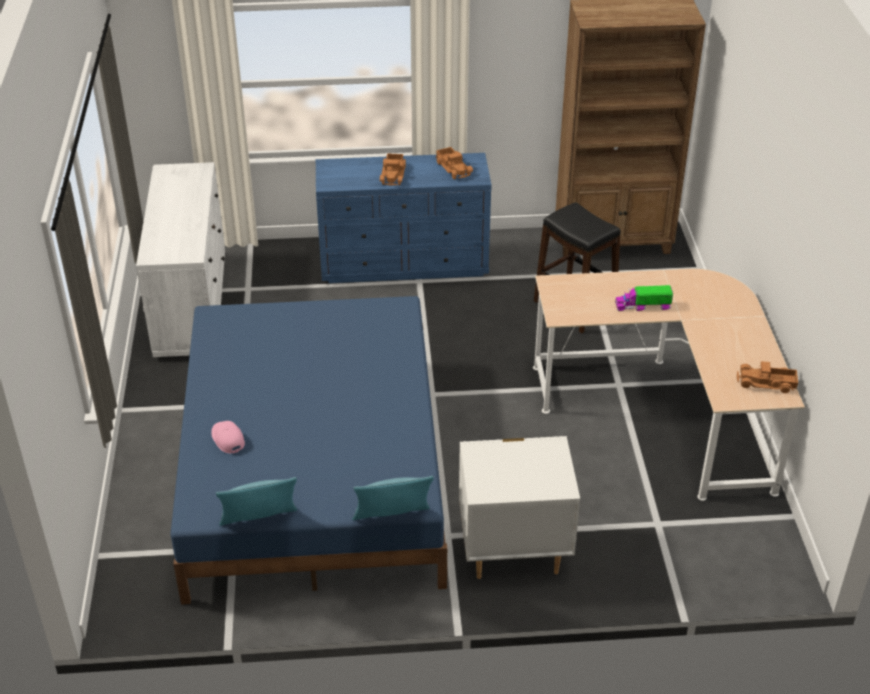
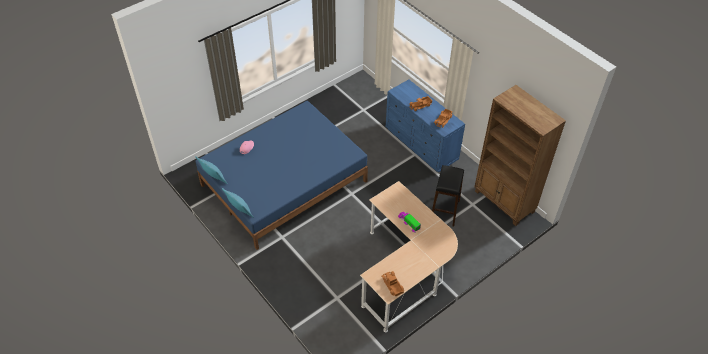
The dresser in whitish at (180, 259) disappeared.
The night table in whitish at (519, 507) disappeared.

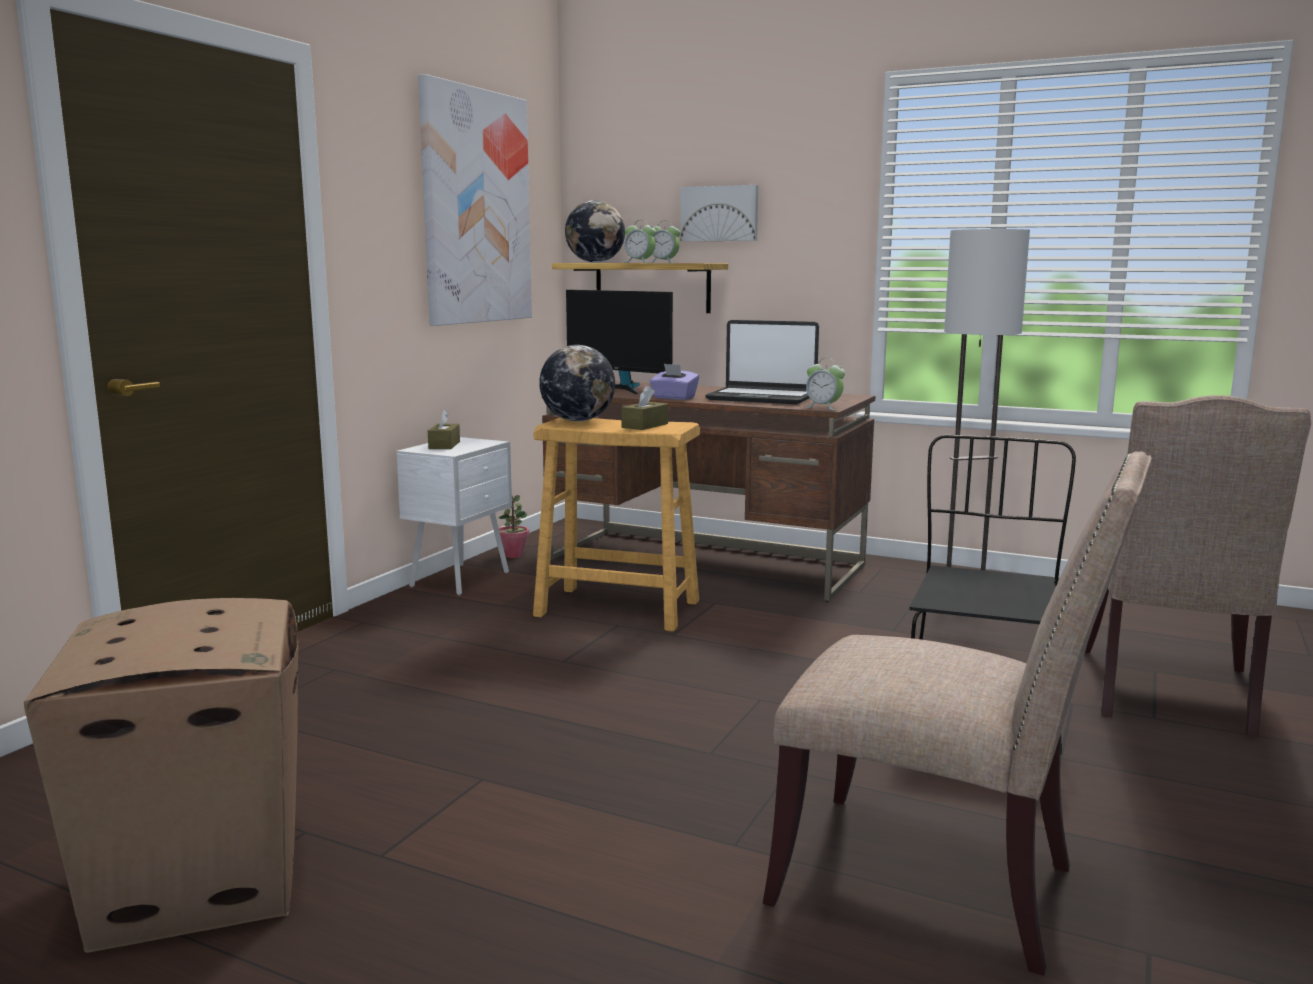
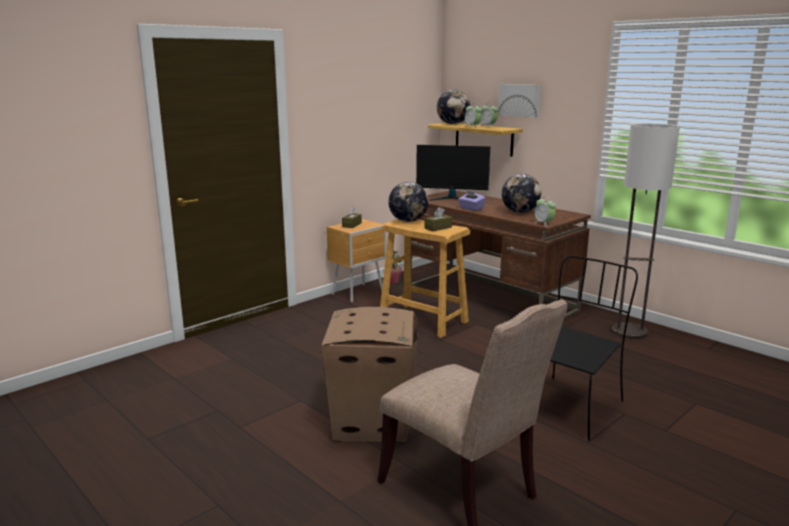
The wall picture at (475, 200) disappeared.
The monitor at (619, 342) turned 45 degrees counterclockwise.
The portable computer at (762, 362) was replaced by the globe at (521, 193).
The chair in sand-coloured at (1198, 566) disappeared.
The night table in whitish at (454, 516) became the night table in brown-coloured at (357, 261).
The packing box moved from (161, 775) to (370, 374).

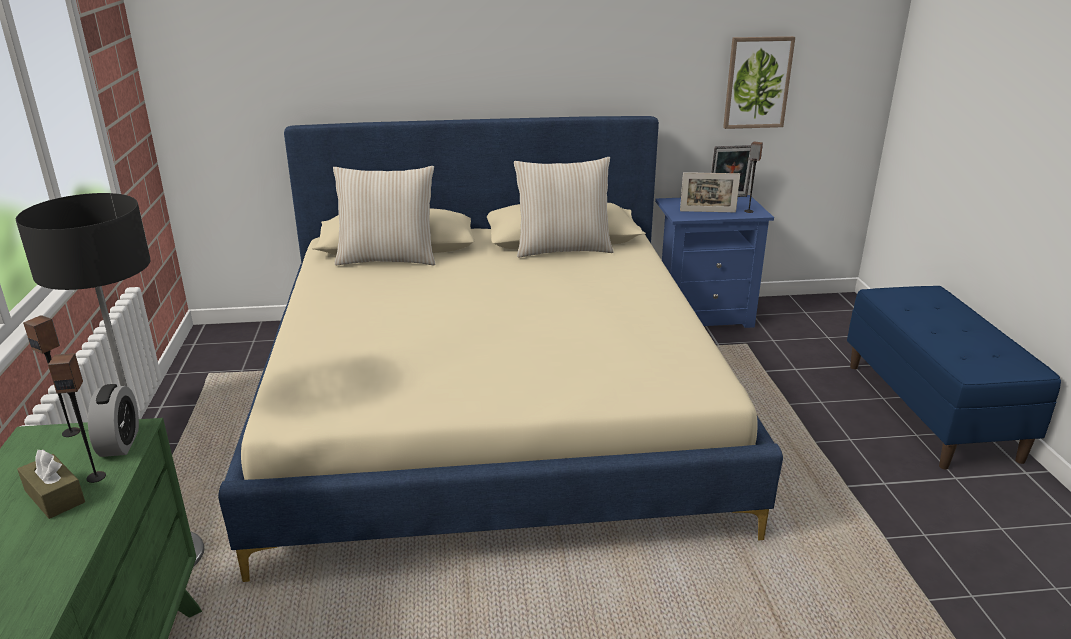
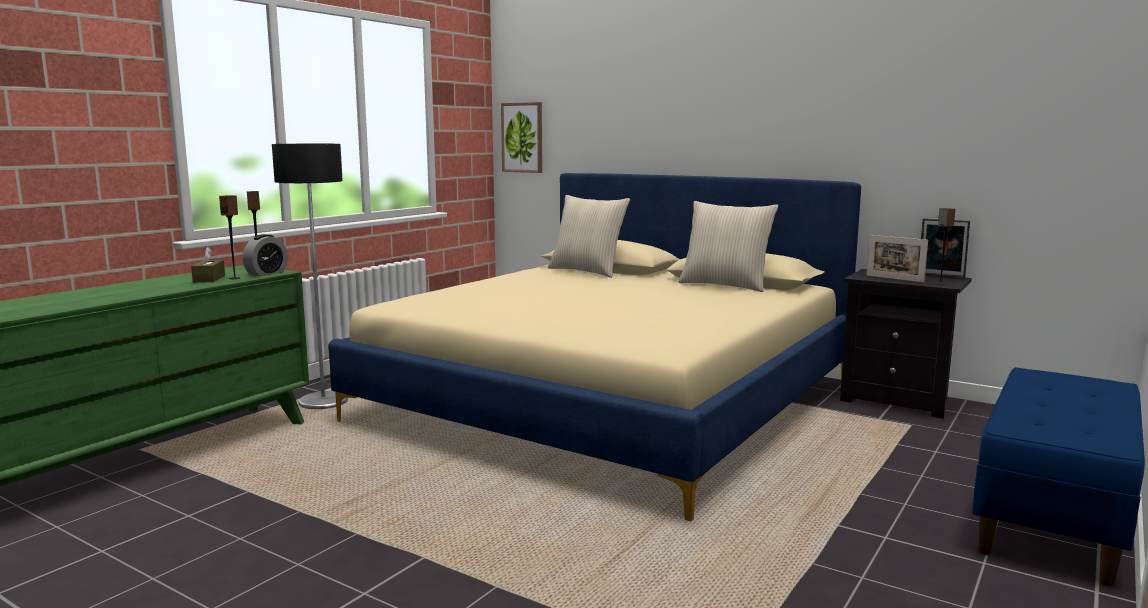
The wall picture moved from (759, 82) to (521, 137).
The night table in blue at (714, 261) became the night table in black at (906, 344).

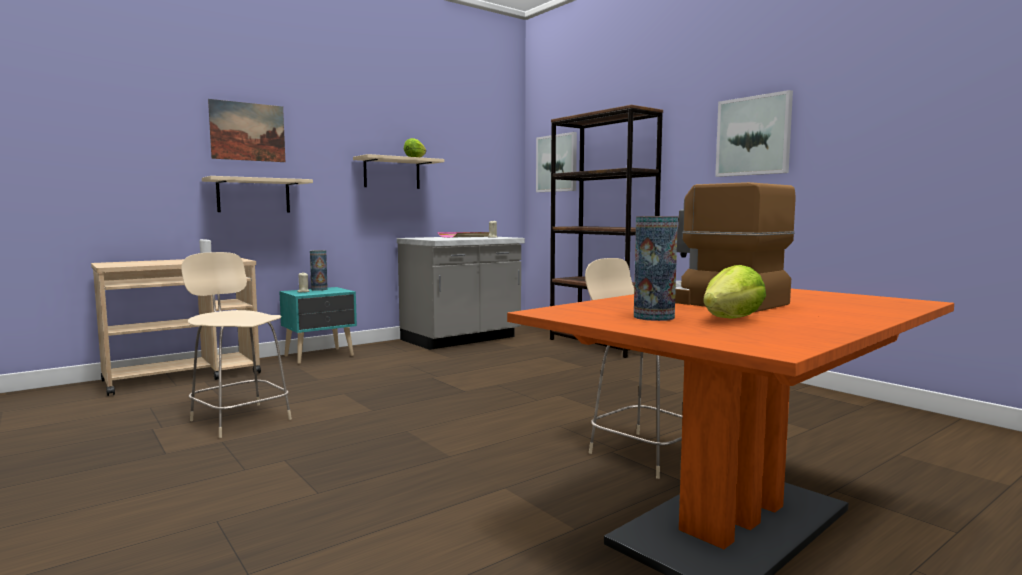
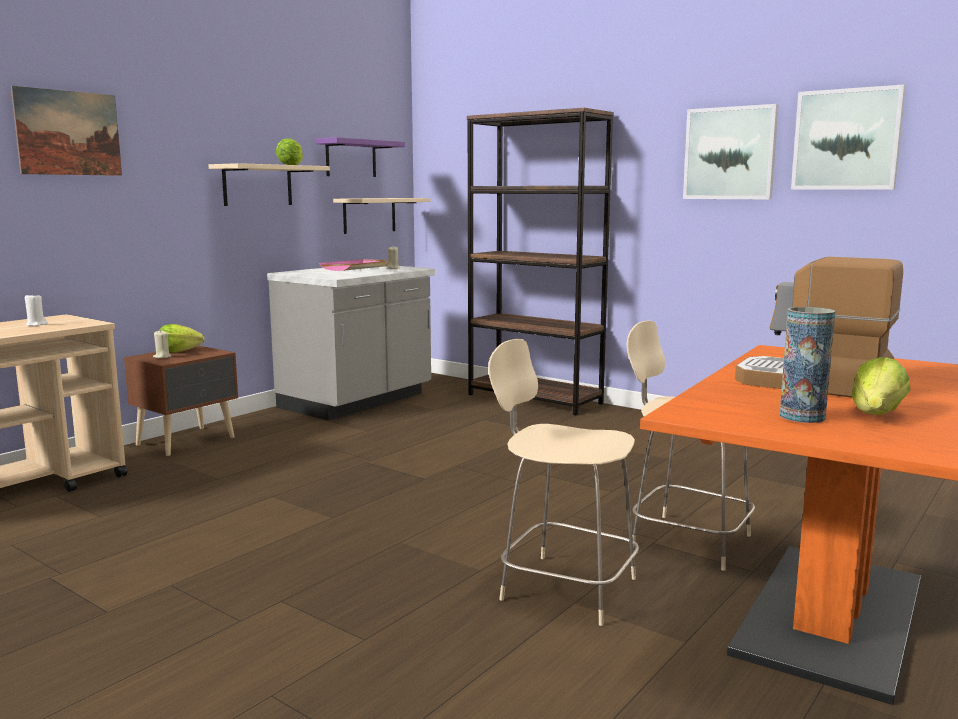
The wall picture moved from (556, 162) to (848, 137).
The shelf in sand-coloured moved from (257, 194) to (381, 216).
The flower vase at (319, 270) was replaced by the lettuce head at (182, 338).
The chair in sand-coloured moved from (236, 345) to (563, 482).
The night table in blue-green at (318, 325) became the night table in brown-coloured at (181, 400).
The shelf in purplish at (360, 157) appeared.

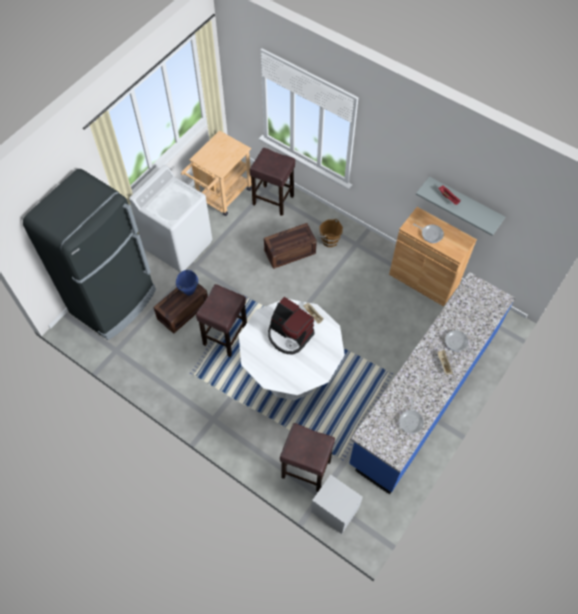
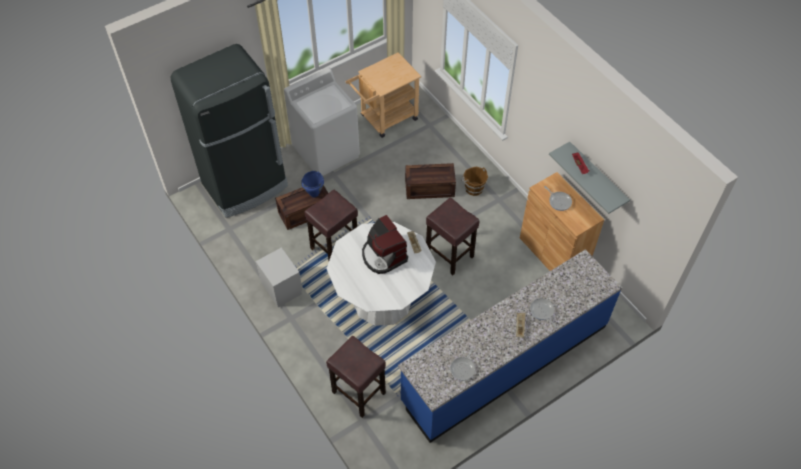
The stool seat in brown-coloured moved from (272, 182) to (453, 236).
The night table in greyish moved from (337, 504) to (279, 277).

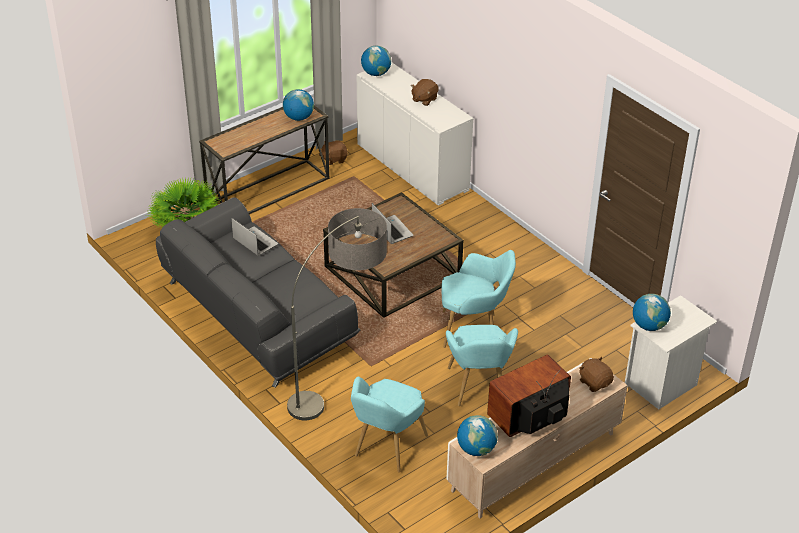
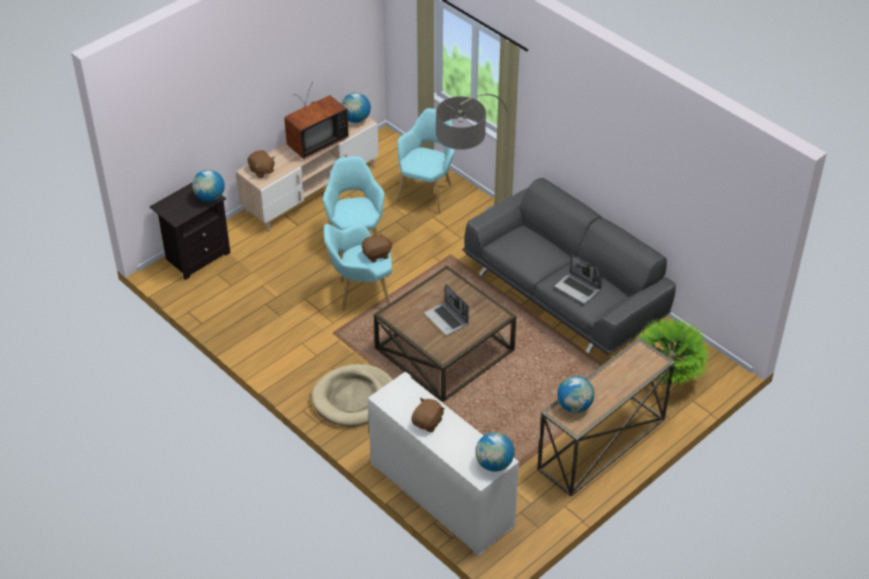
The plush toy in brown-coloured moved from (333, 153) to (377, 247).
The night table in whitish at (671, 352) became the night table in black at (190, 231).
The pet bed in sand-coloured at (352, 395) appeared.

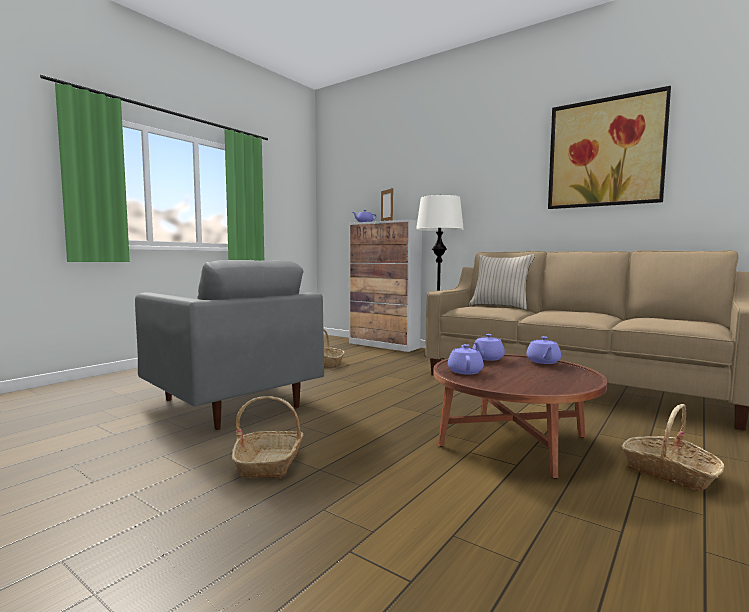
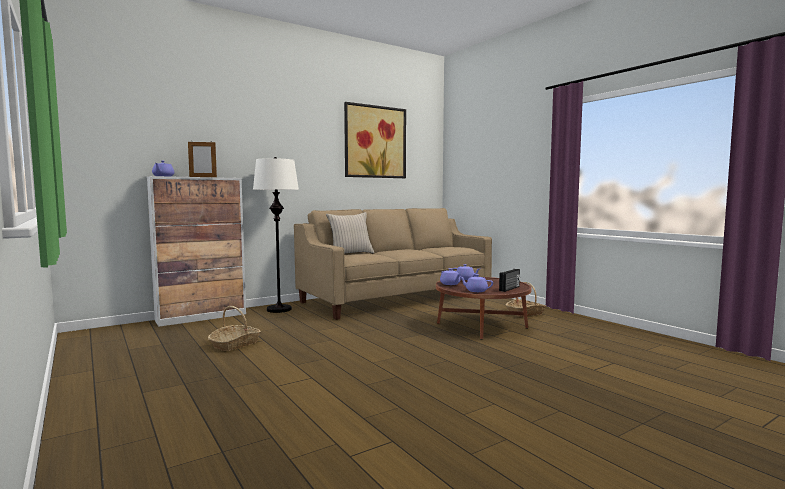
The easy chair in greyish at (229, 345) disappeared.
The storage basket at (268, 437) disappeared.
The radio at (509, 280) appeared.

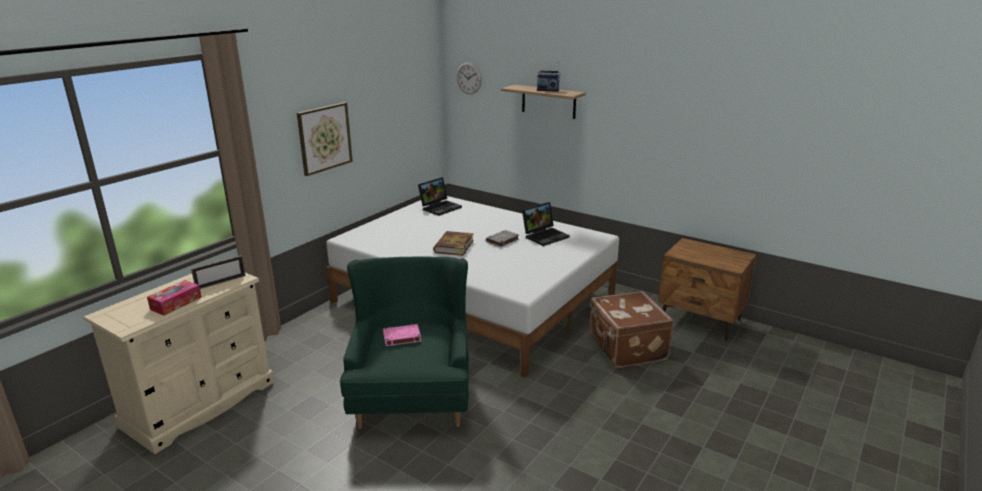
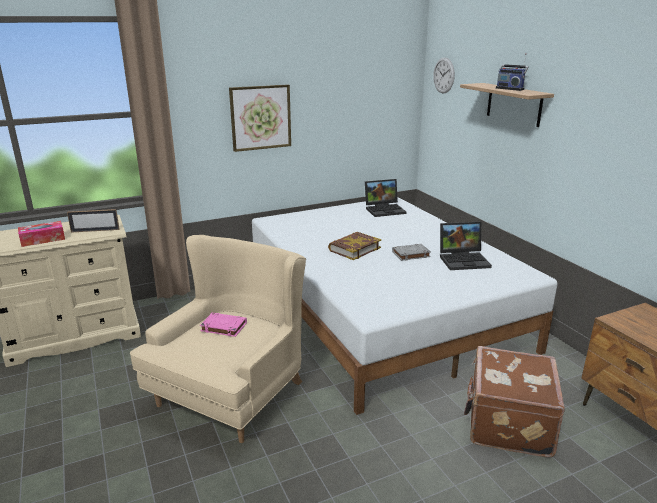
The easy chair in greenish at (404, 343) became the easy chair in sand-coloured at (218, 339).

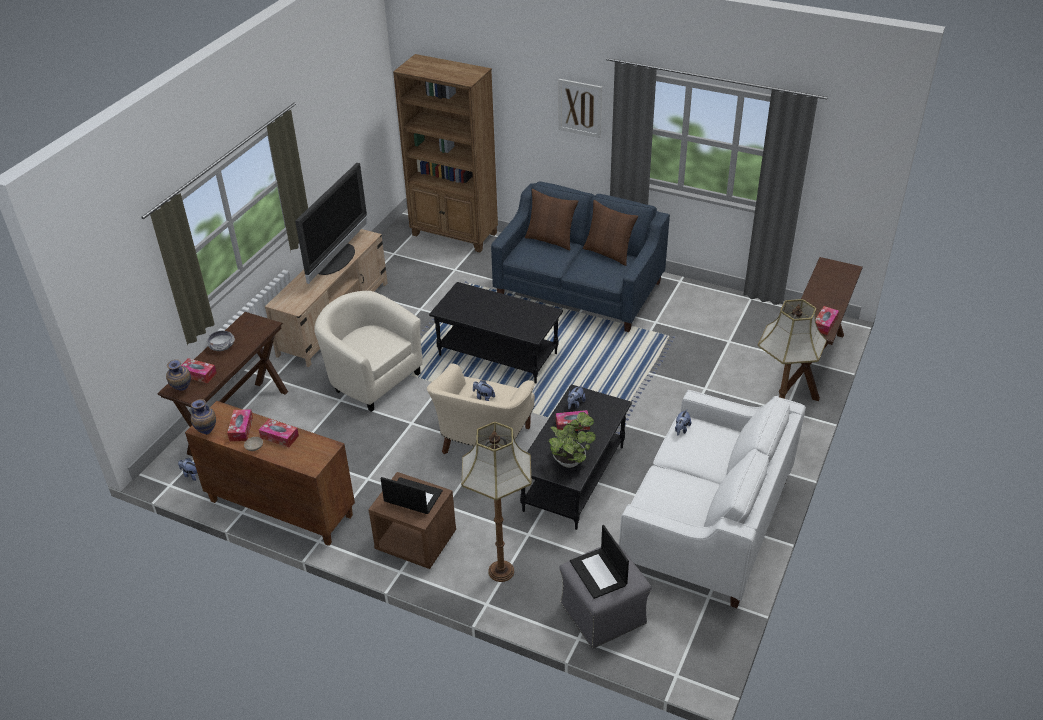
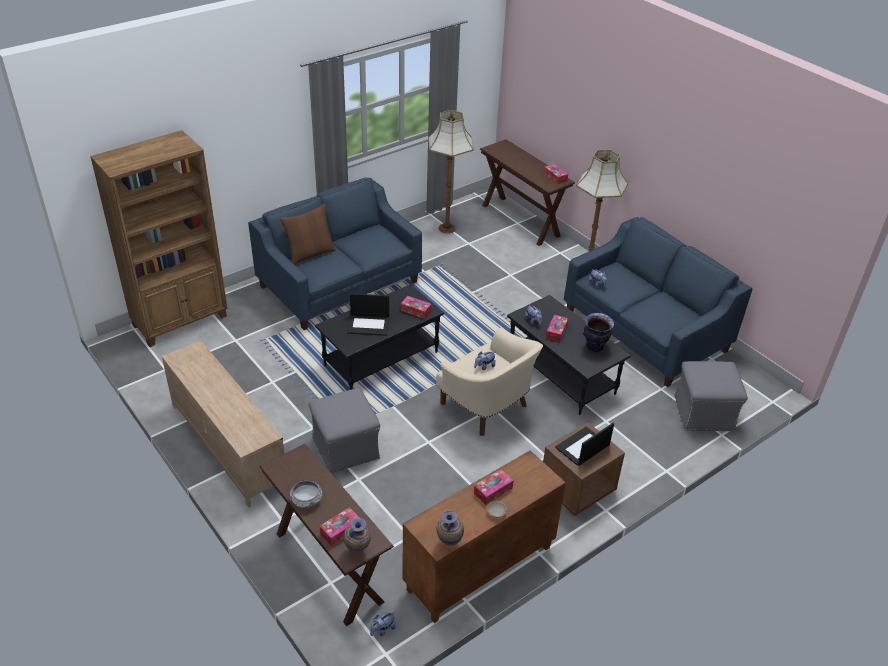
The wall picture at (580, 108) disappeared.
The television at (331, 223) disappeared.
The cushion in brown-coloured at (610, 233) disappeared.
The easy chair in sand-coloured at (368, 351) was replaced by the ottoman in greyish at (344, 430).
The sofa in whitish at (712, 499) became the sofa in blue at (658, 302).
The box of tissues moved from (240, 425) to (416, 307).
The potted plant at (572, 440) was replaced by the flower vase at (598, 332).
The standing lamp moved from (496, 502) to (451, 172).
The portable computer moved from (599, 562) to (368, 314).

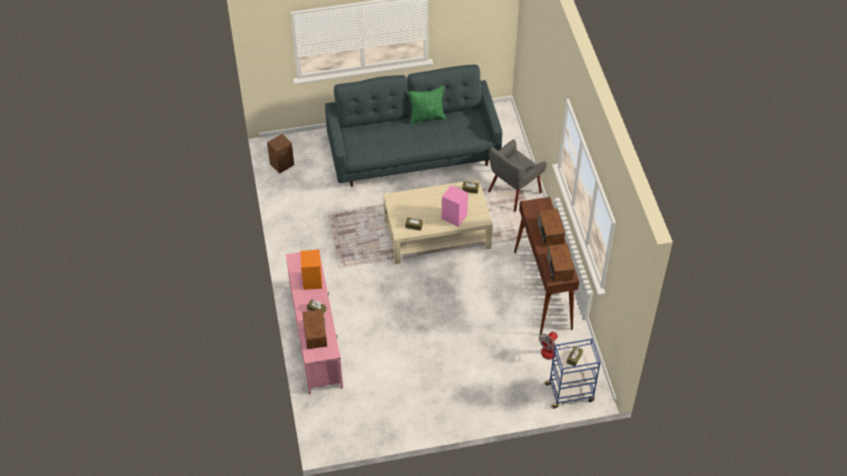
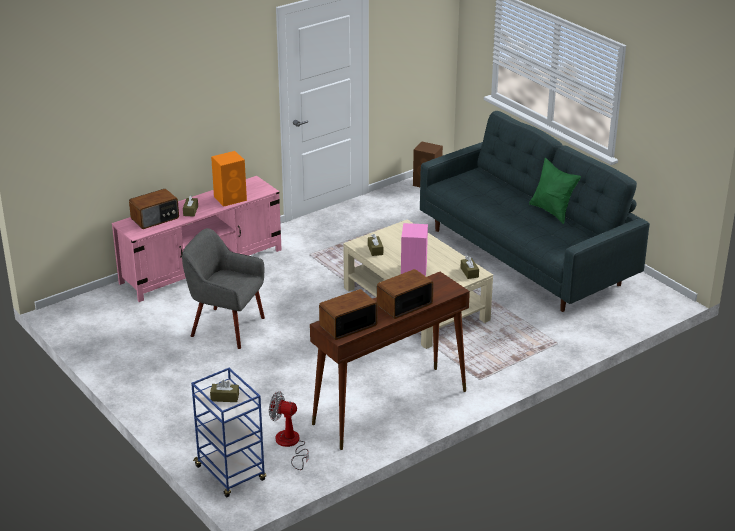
The easy chair in greyish moved from (517, 175) to (223, 288).

